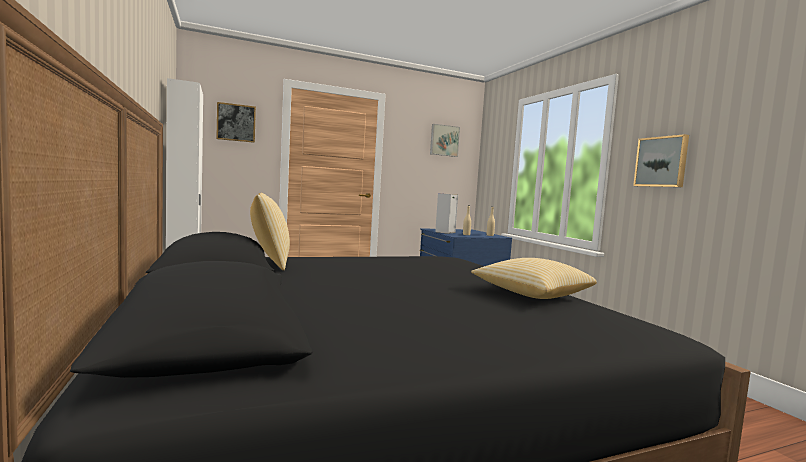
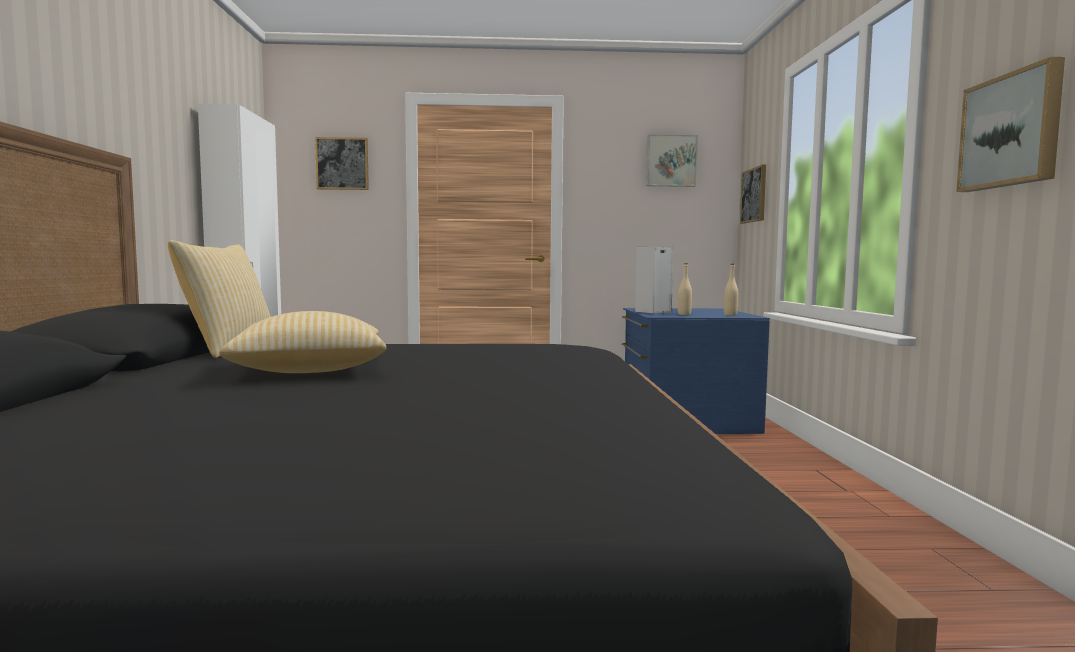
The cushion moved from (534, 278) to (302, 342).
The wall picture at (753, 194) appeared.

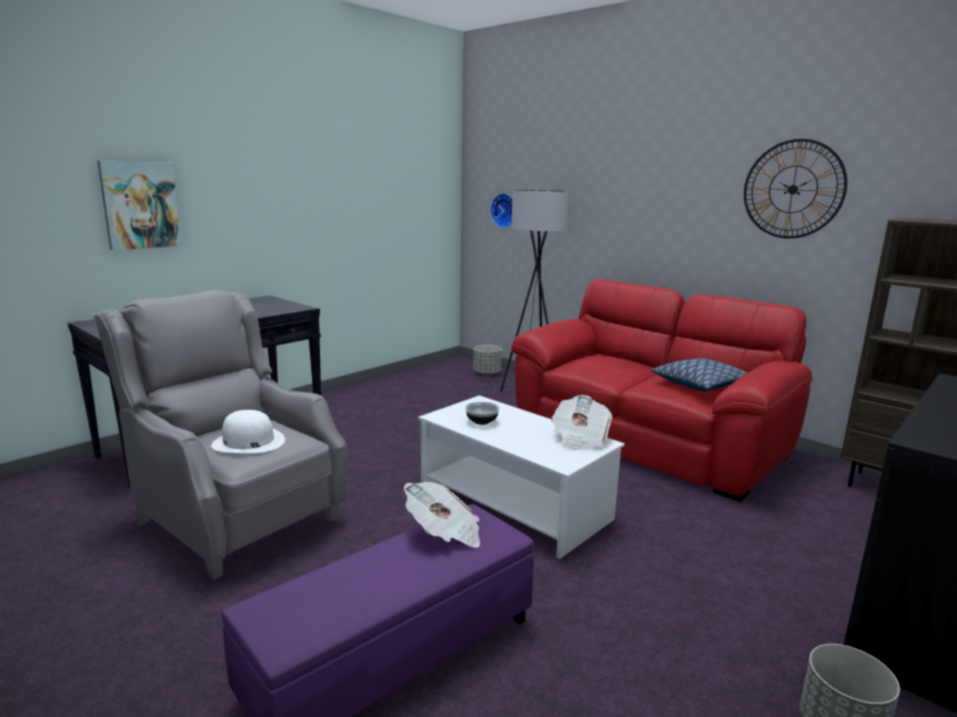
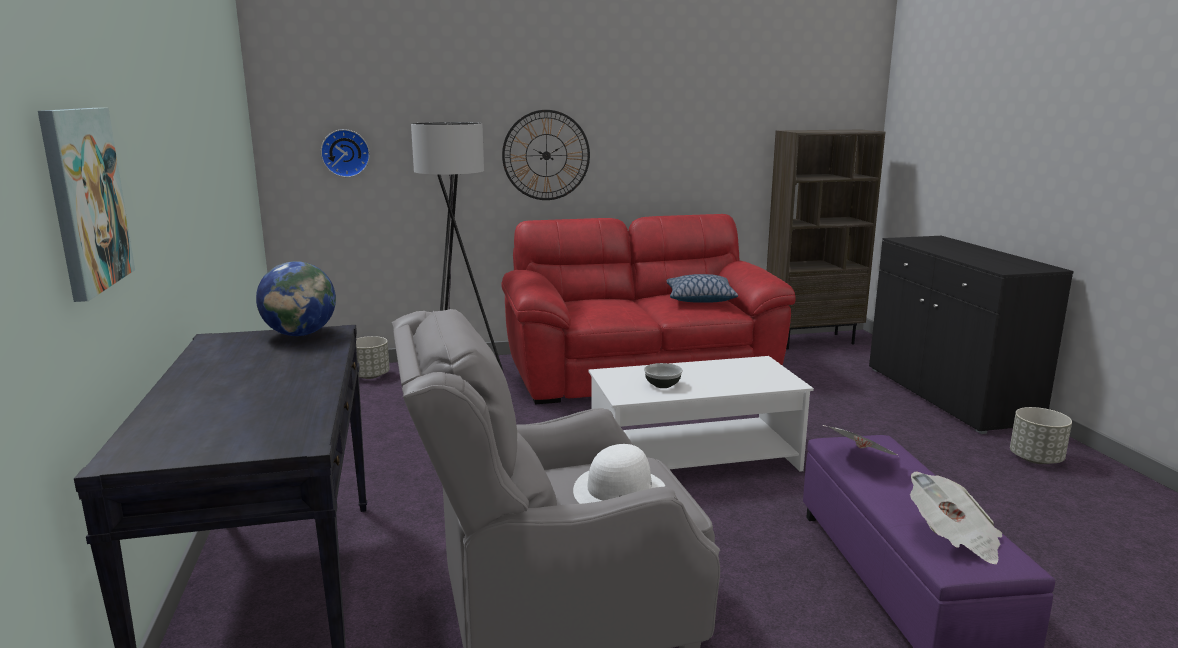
The clock on the wall moved from (795, 189) to (546, 155).
The printed paper moved from (582, 423) to (956, 517).
The globe at (296, 298) appeared.

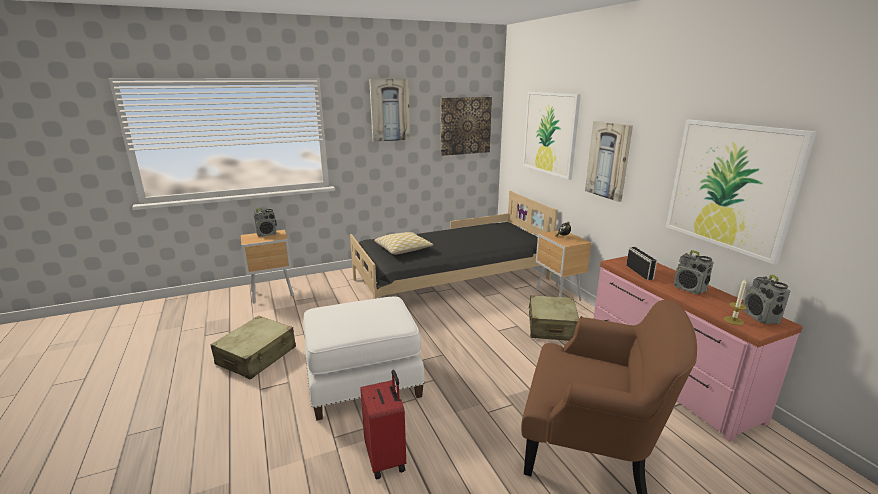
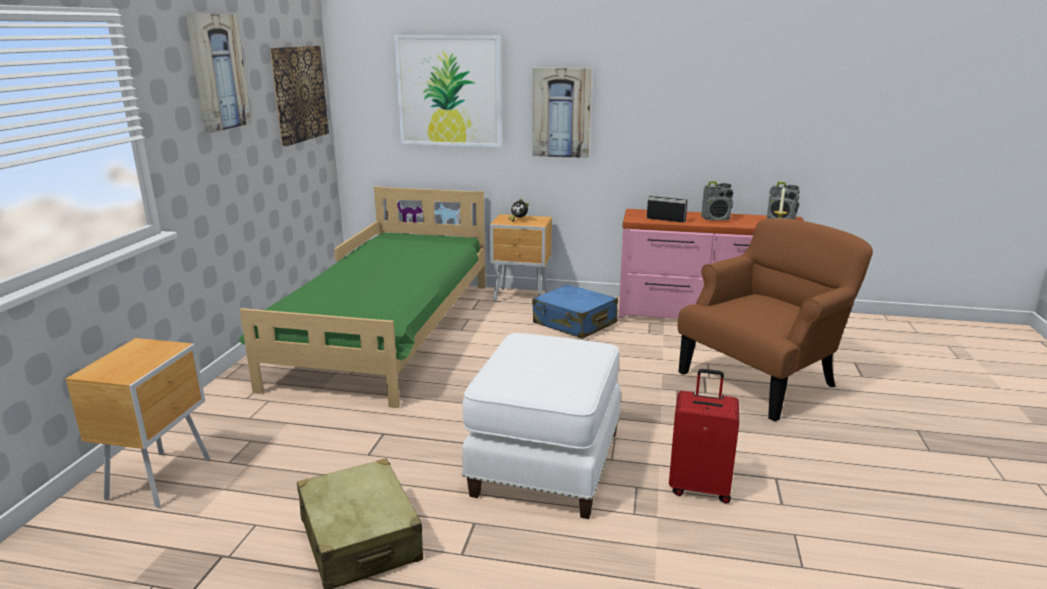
The wall picture at (741, 192) disappeared.
The sleeping bed in black at (453, 245) became the sleeping bed in greenish at (362, 297).
The radio at (265, 222) disappeared.
The cushion at (403, 243) disappeared.
The travel case in sand-coloured at (553, 318) became the travel case in blue at (575, 311).

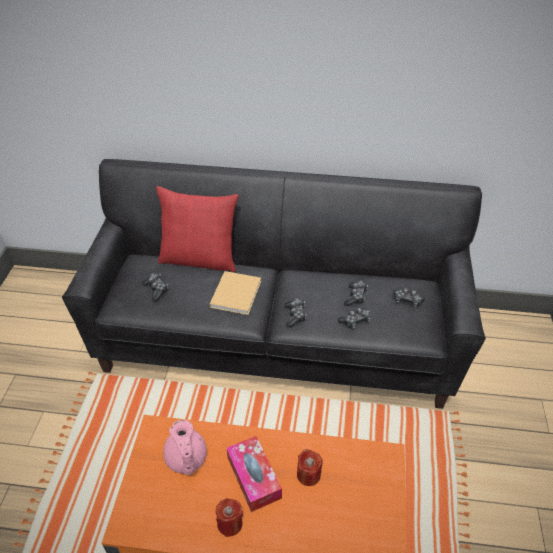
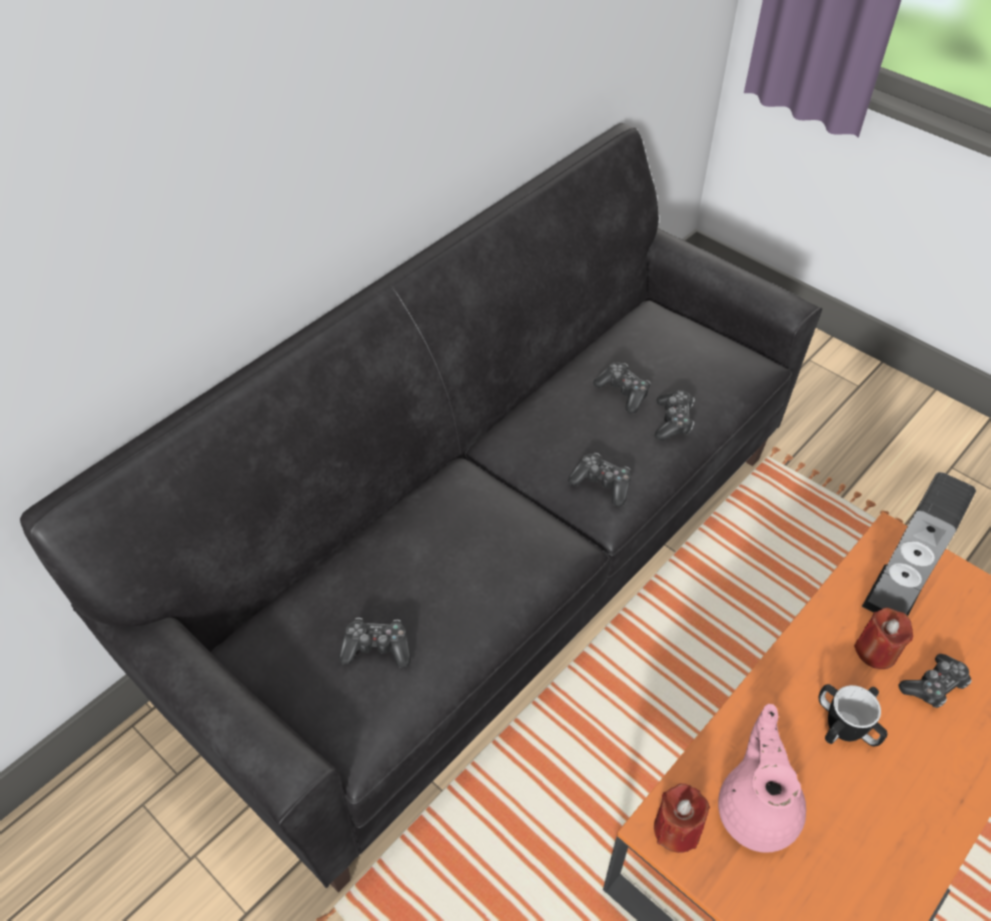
The cushion in reddish at (197, 229) disappeared.
The volume in sand-coloured at (235, 293) disappeared.
The gamepad moved from (409, 298) to (935, 681).
The pot for tea in pink at (185, 447) turned 105 degrees counterclockwise.
The box of tissues at (254, 474) was replaced by the coffee mug at (853, 715).
The wax light in reddish moved from (229, 517) to (682, 818).
The speaker at (919, 544) appeared.

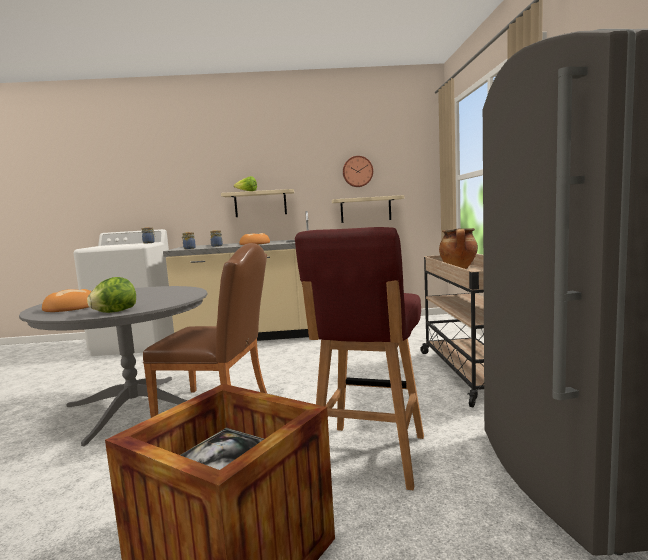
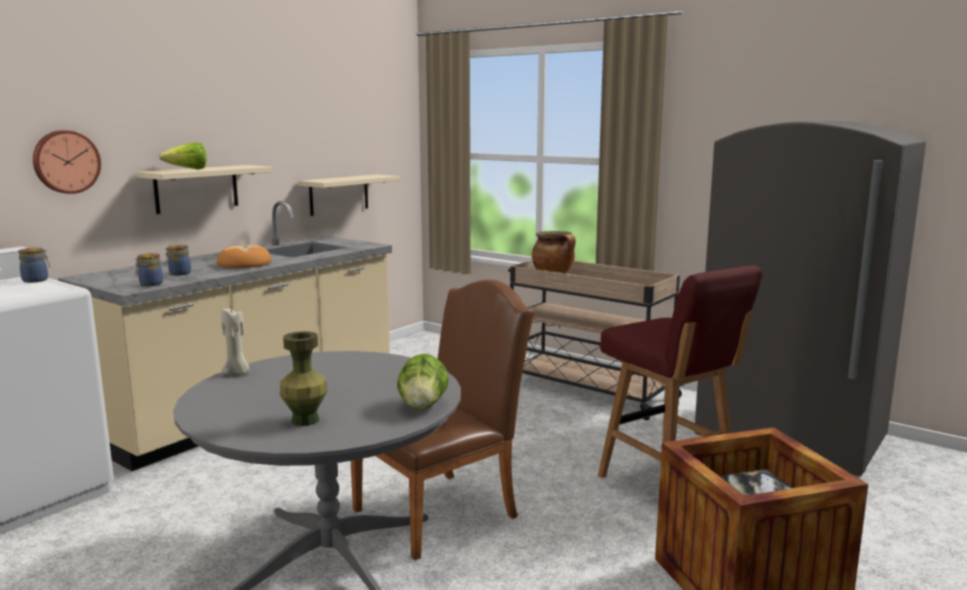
The clock on the wall moved from (358, 171) to (67, 162).
The bakery bread at (67, 300) was replaced by the flower vase in greenish at (303, 378).
The wax light in sand-coloured at (235, 341) appeared.

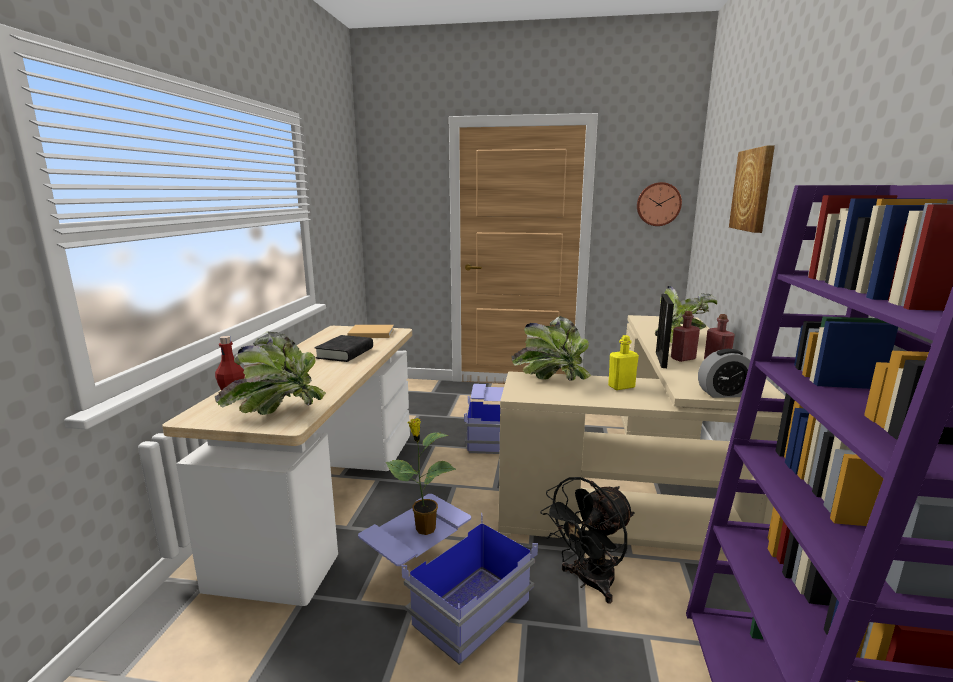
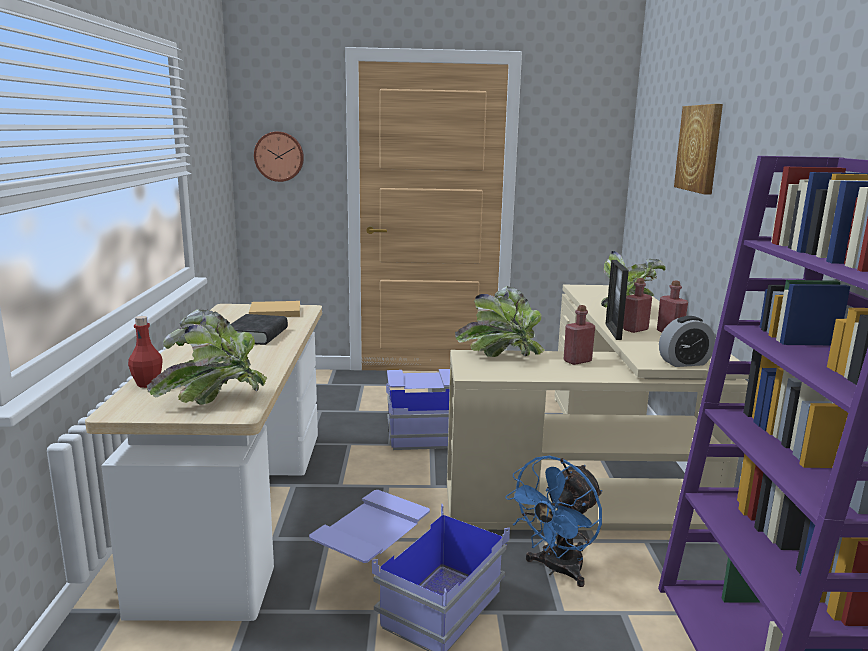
The clock on the wall moved from (659, 204) to (279, 156).
The drink bottle in yellow at (623, 362) became the drink bottle in reddish at (579, 335).
The potted plant at (420, 476) disappeared.
The fan in black at (587, 540) became the fan in blue at (553, 521).

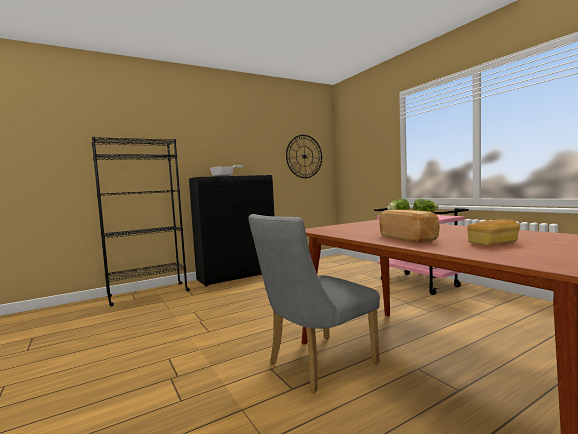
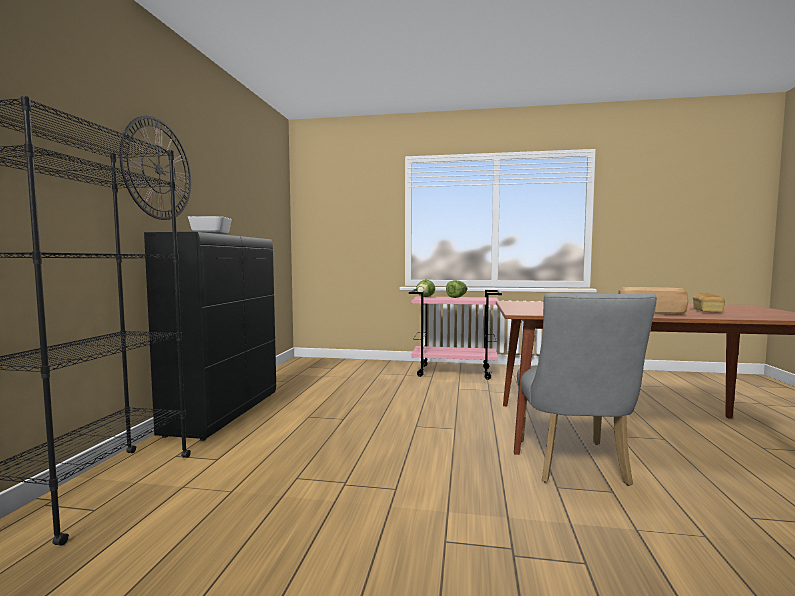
The clock on the wall moved from (304, 156) to (155, 168).

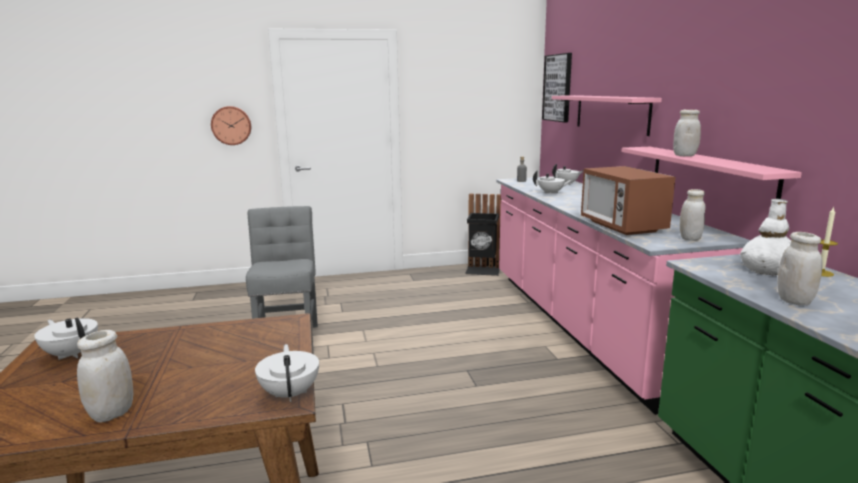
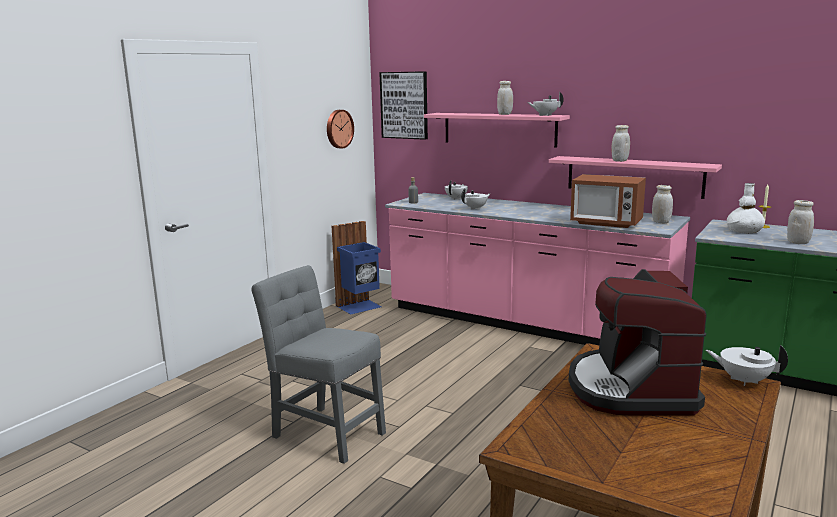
The clock on the wall moved from (231, 125) to (340, 129).
The trash can in black at (483, 235) became the trash can in blue at (357, 267).
The pot for tea in whitish moved from (66, 338) to (545, 104).
The preserve jar in whitish moved from (105, 376) to (505, 98).
The coffee machine at (638, 342) appeared.

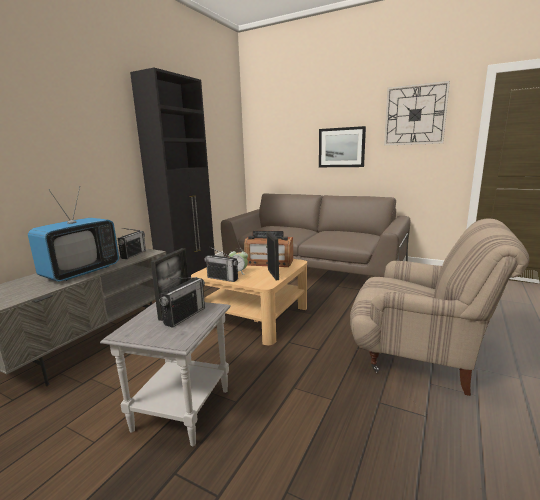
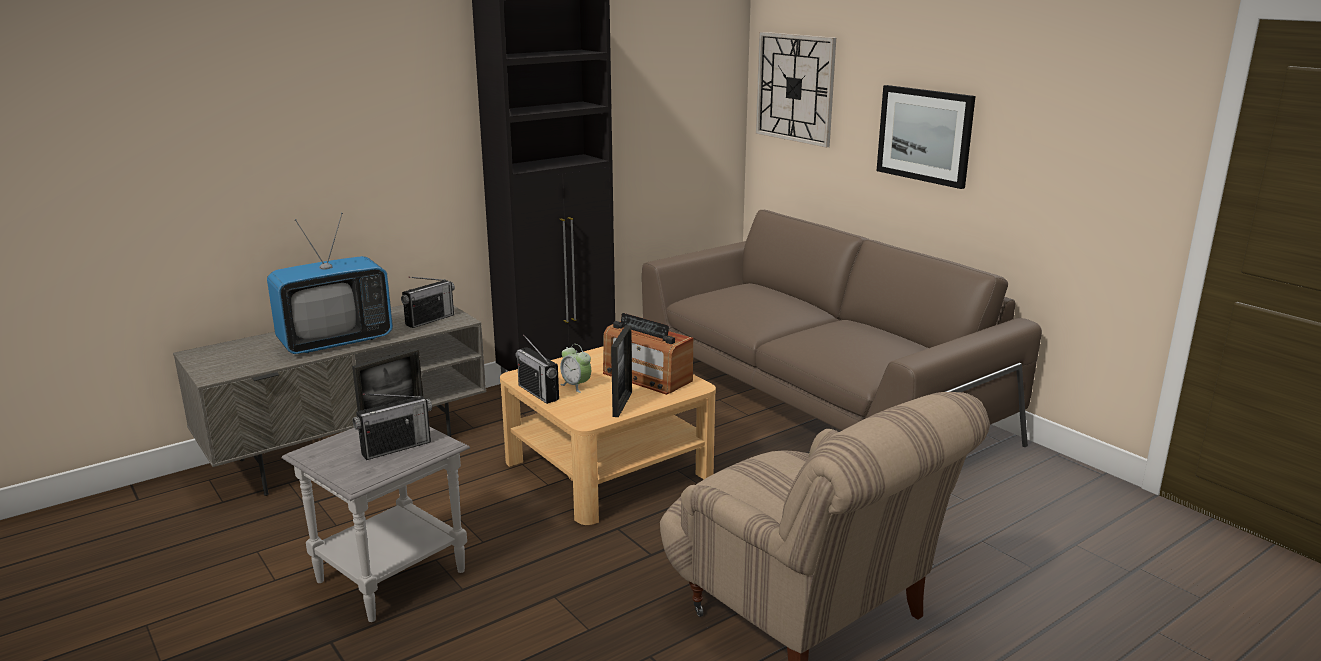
The clock on the wall moved from (417, 113) to (796, 90).

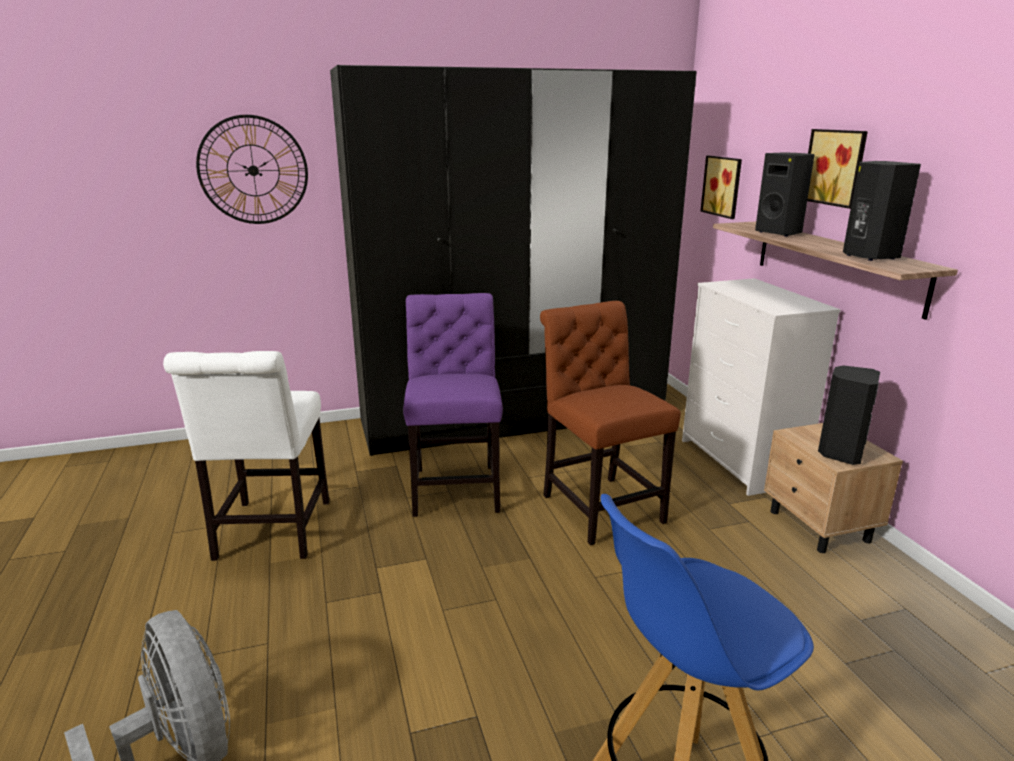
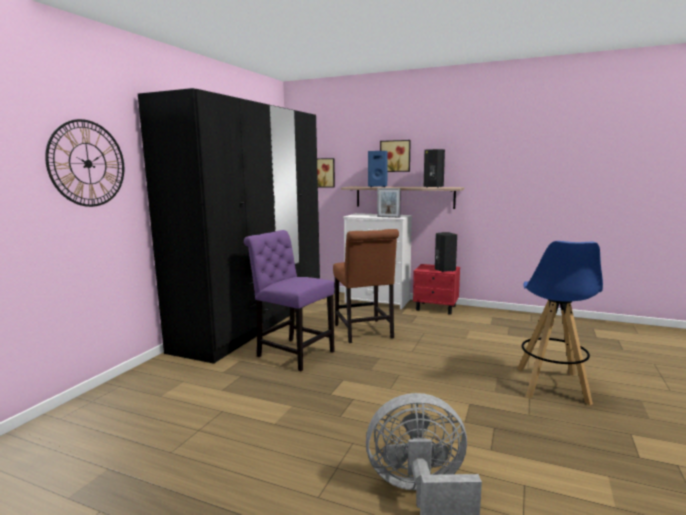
The speaker in black at (785, 195) became the speaker in blue at (378, 169).
The chair in brown-coloured at (610, 423) turned 120 degrees counterclockwise.
The chair in whitish at (246, 456) disappeared.
The night table in sand-coloured at (833, 488) became the night table in reddish at (436, 289).
The picture frame at (389, 203) appeared.

